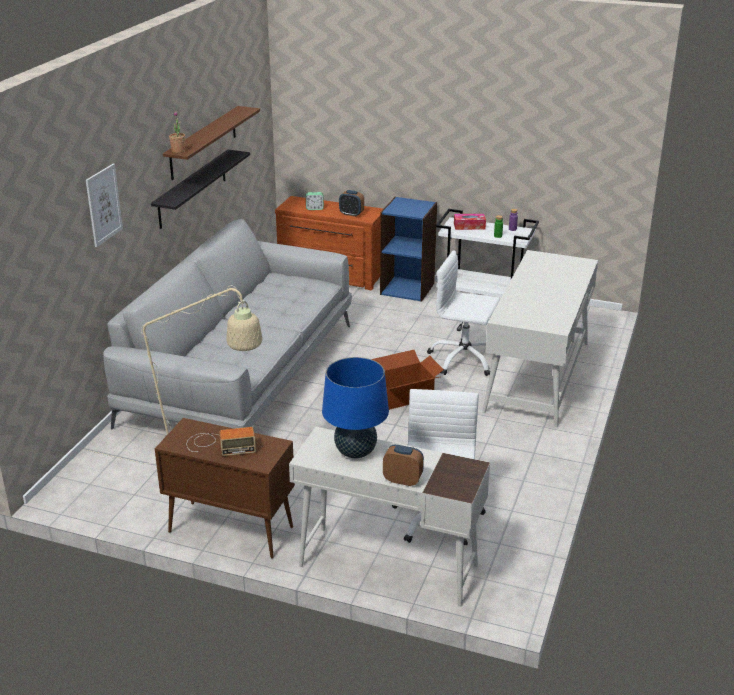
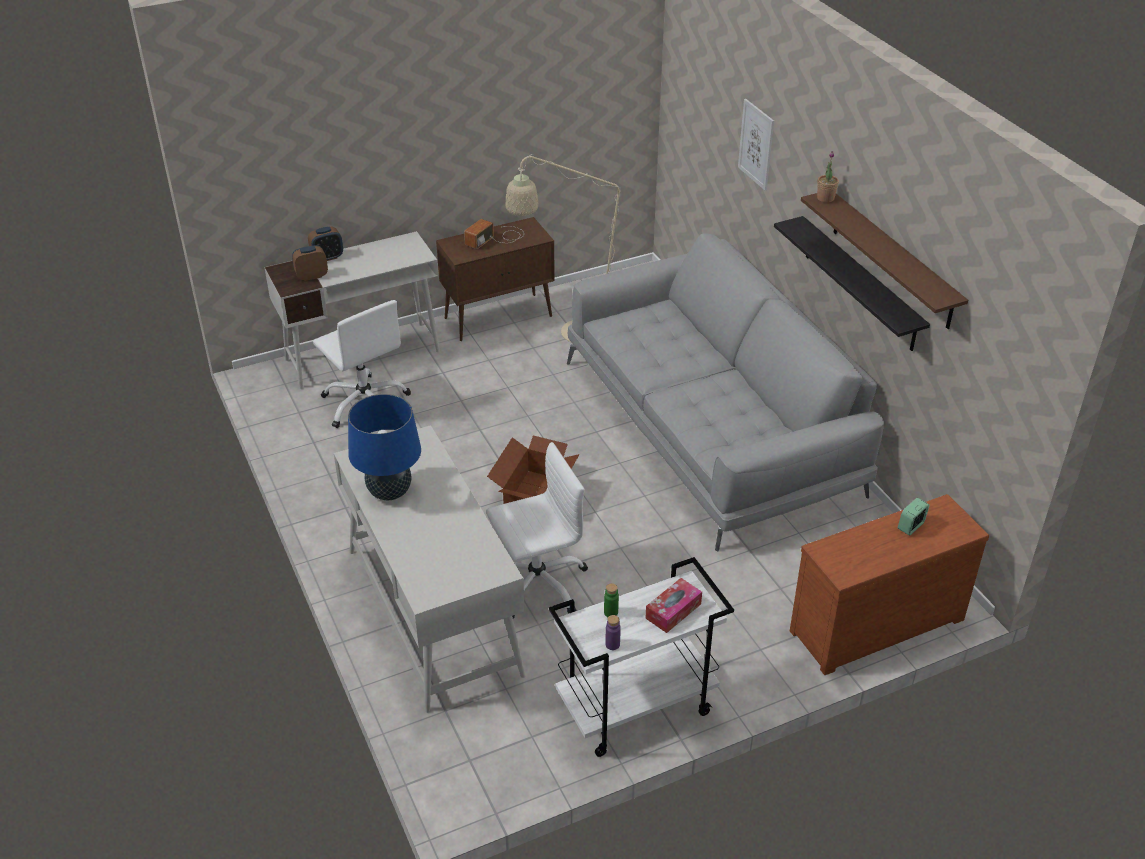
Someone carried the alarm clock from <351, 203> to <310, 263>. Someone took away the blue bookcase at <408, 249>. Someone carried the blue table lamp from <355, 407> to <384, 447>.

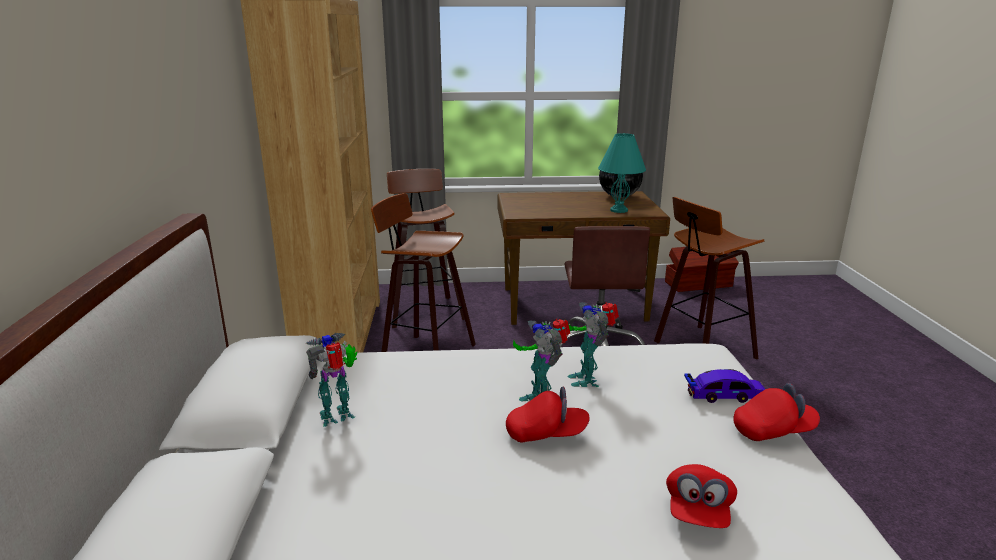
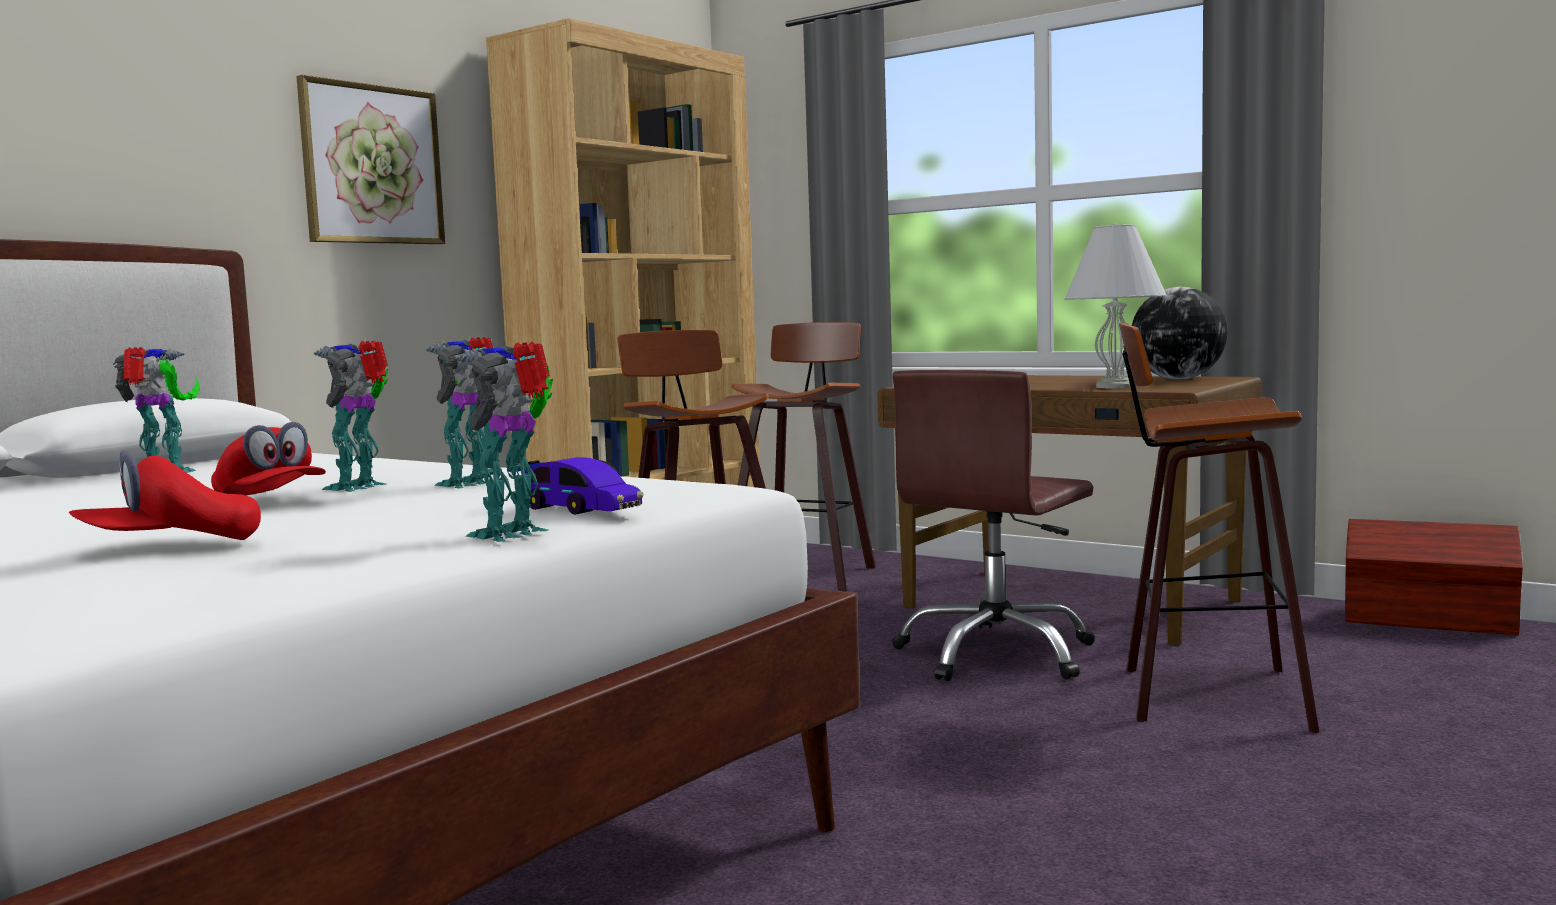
Someone repainted the turquoise table lamp at <622, 173>, which became the white table lamp at <1115, 305>. Someone swapped the red cap at <776, 412> for the toy robot at <504, 442>. Someone put up the picture at <370, 159>.

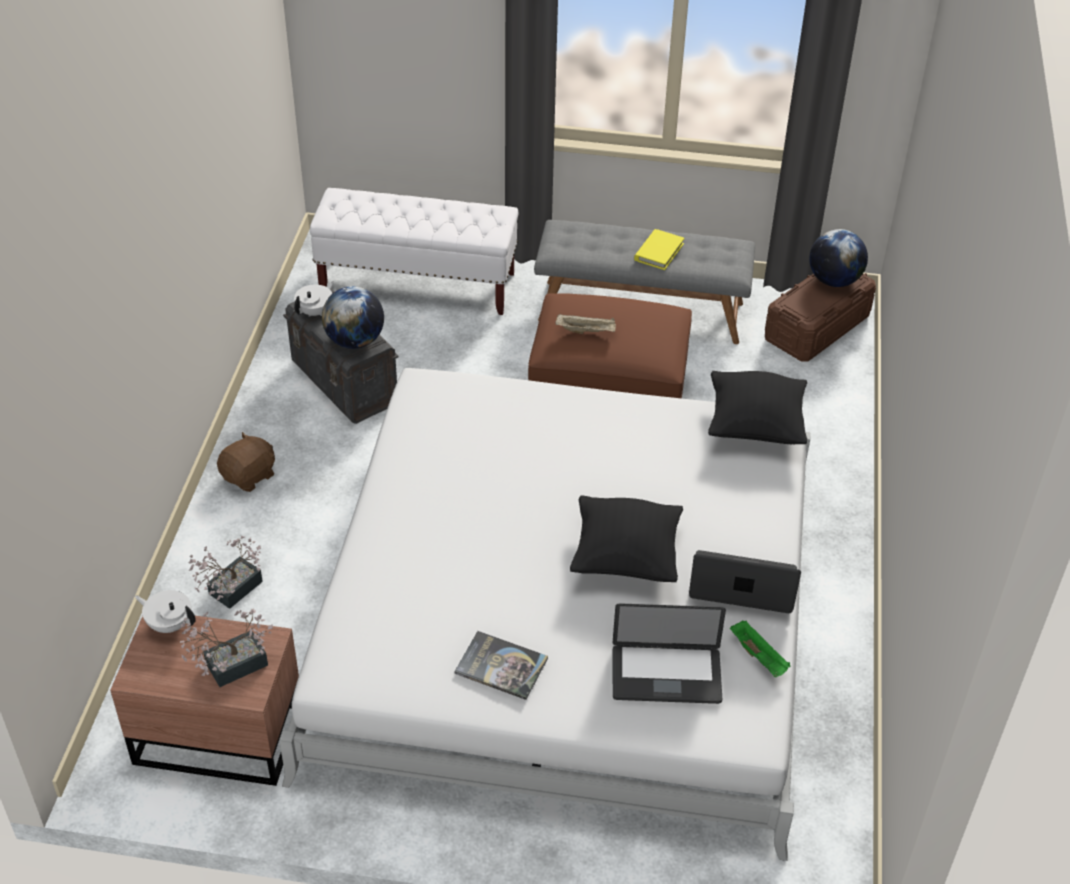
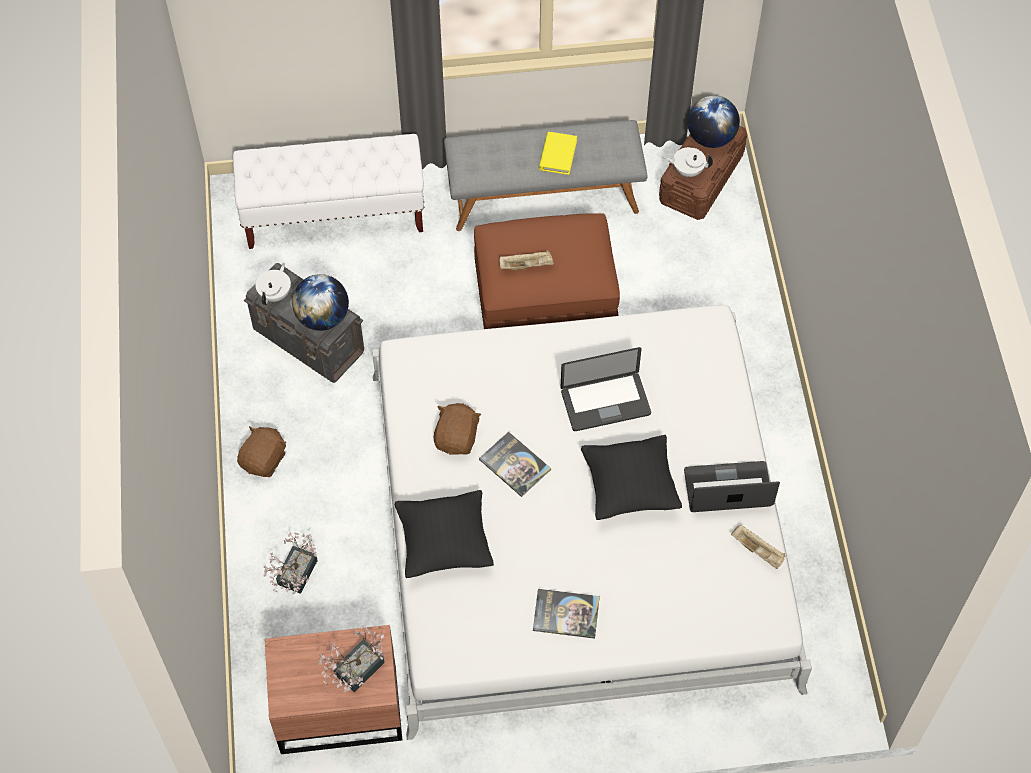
Someone carried the black pillow from <757, 407> to <444, 534>. Someone carried the white teapot from <165, 611> to <688, 162>. Someone carried the laptop from <669, 653> to <605, 389>. Someone repainted the green tray at <760, 648>, which became the beige tray at <758, 547>. Someone put down the brown plush toy at <457, 429>. Someone put down the book at <515, 464>.

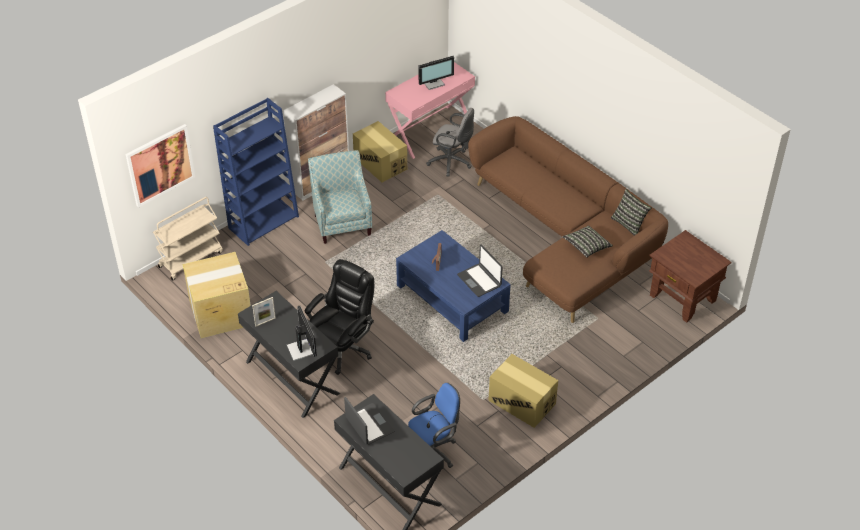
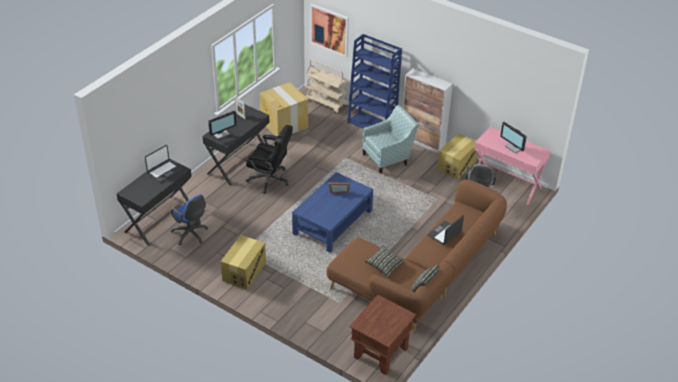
Someone carried the laptop from <480, 271> to <446, 230>.

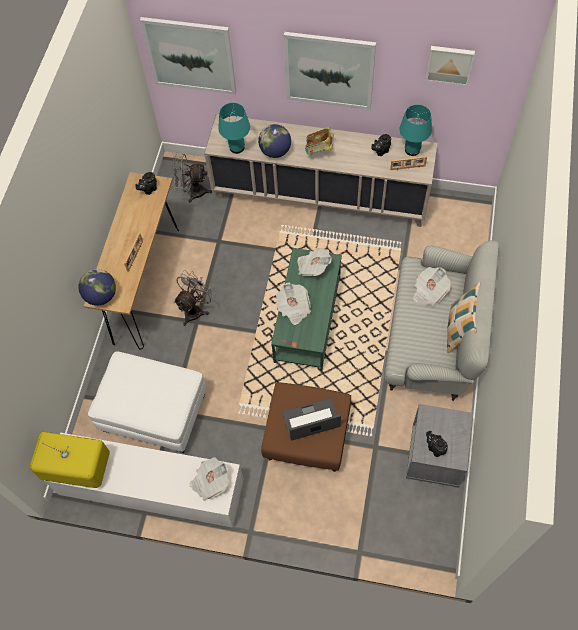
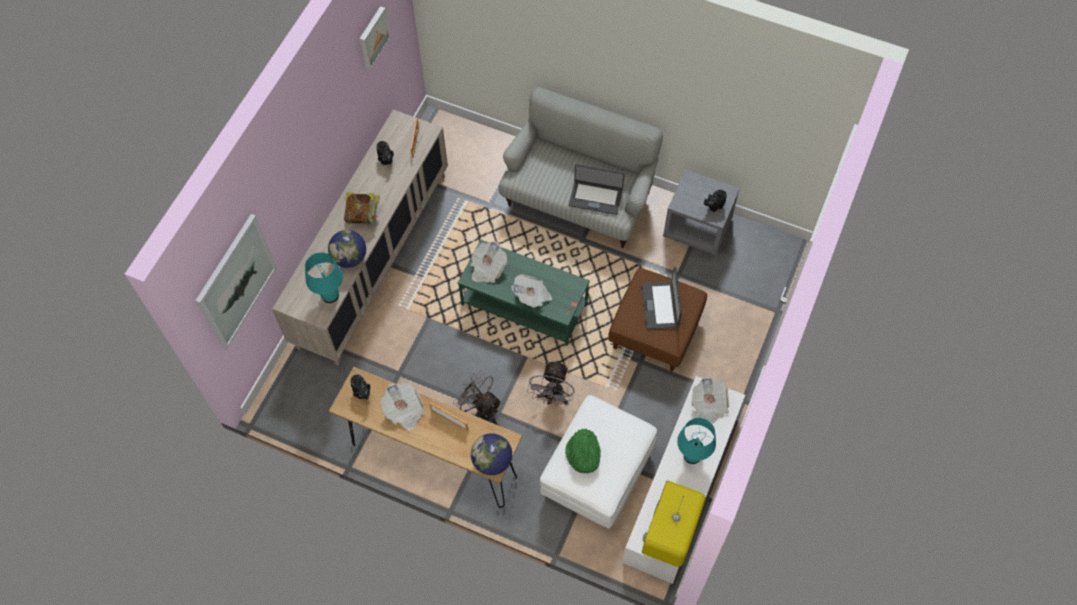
Someone took away the picture at <330, 71>. Someone carried the turquoise table lamp from <415, 130> to <696, 441>. Someone carried the grey fan from <192, 178> to <551, 383>. Someone carried the newspaper from <432, 286> to <403, 407>. Someone took away the pillow at <464, 317>. Someone put down the laptop at <596, 189>. Someone put down the green hat at <583, 450>.

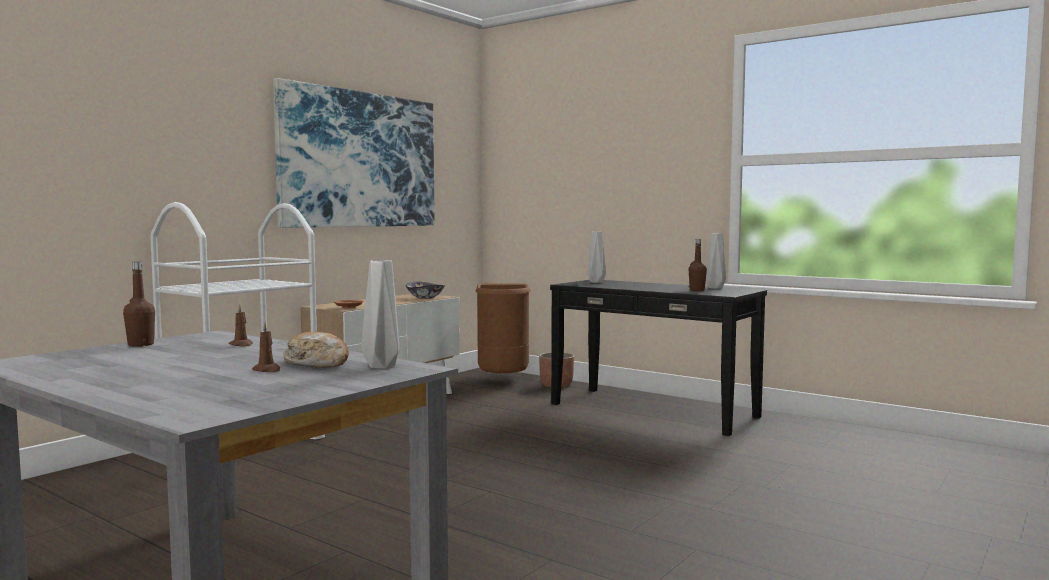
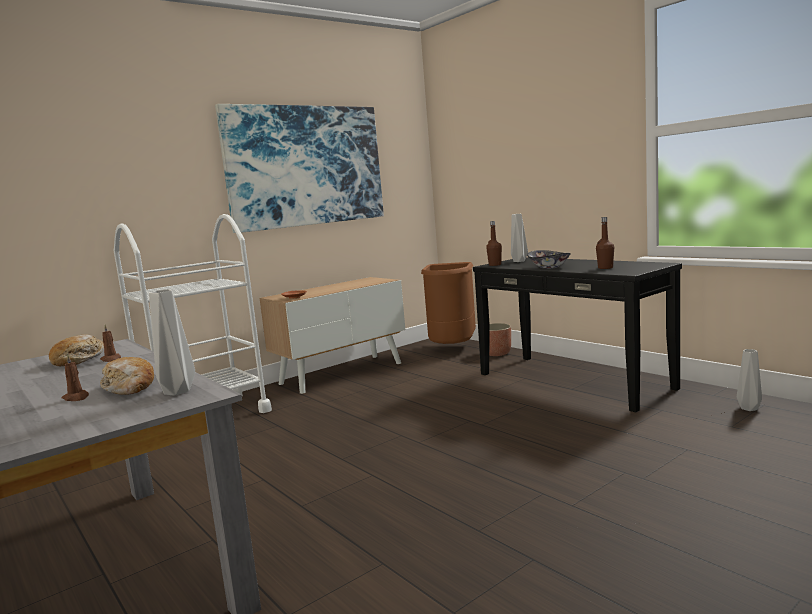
Someone carried the grey vase from <716, 261> to <749, 380>. Someone carried the brown bottle from <139, 304> to <494, 243>. Someone carried the bowl from <425, 290> to <549, 259>. Someone put down the bread at <76, 350>.

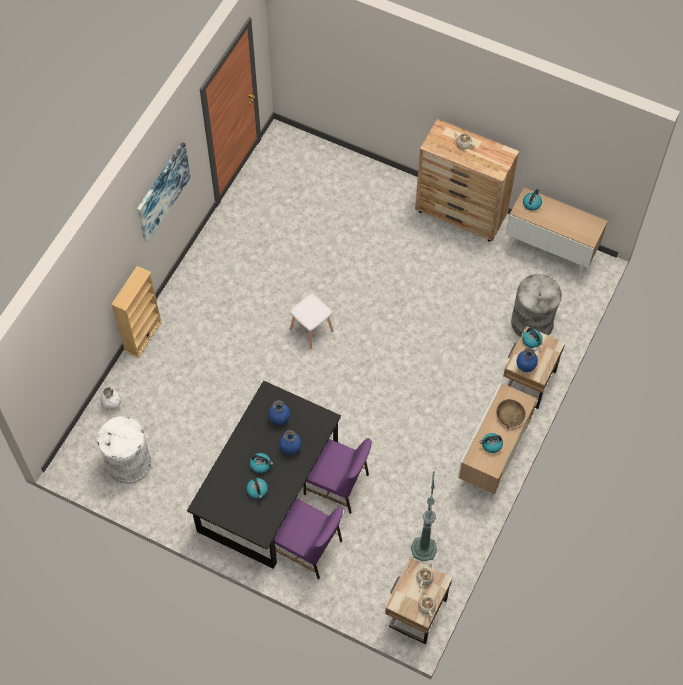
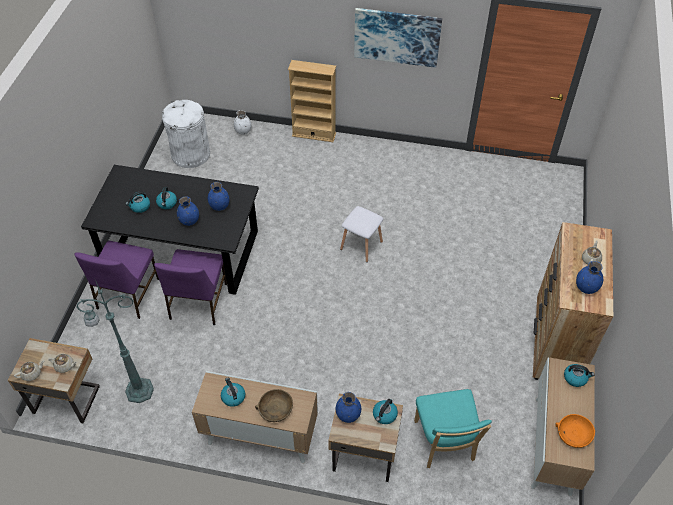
Someone swapped the grey trash can at <536, 305> for the turquoise chair at <453, 428>. Someone put down the blue vase at <589, 277>. Someone put down the orange bowl at <575, 431>.

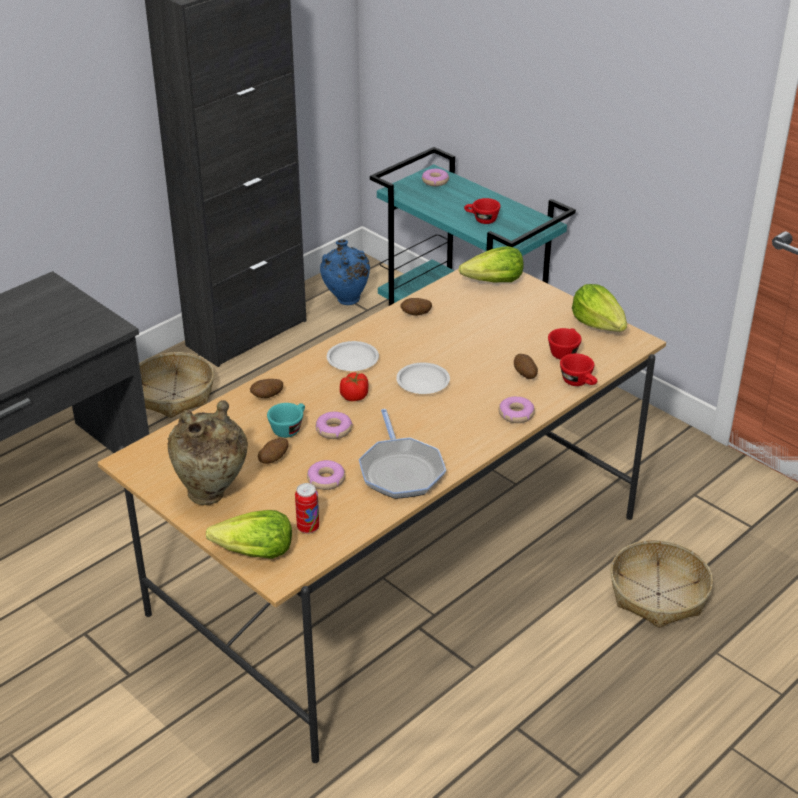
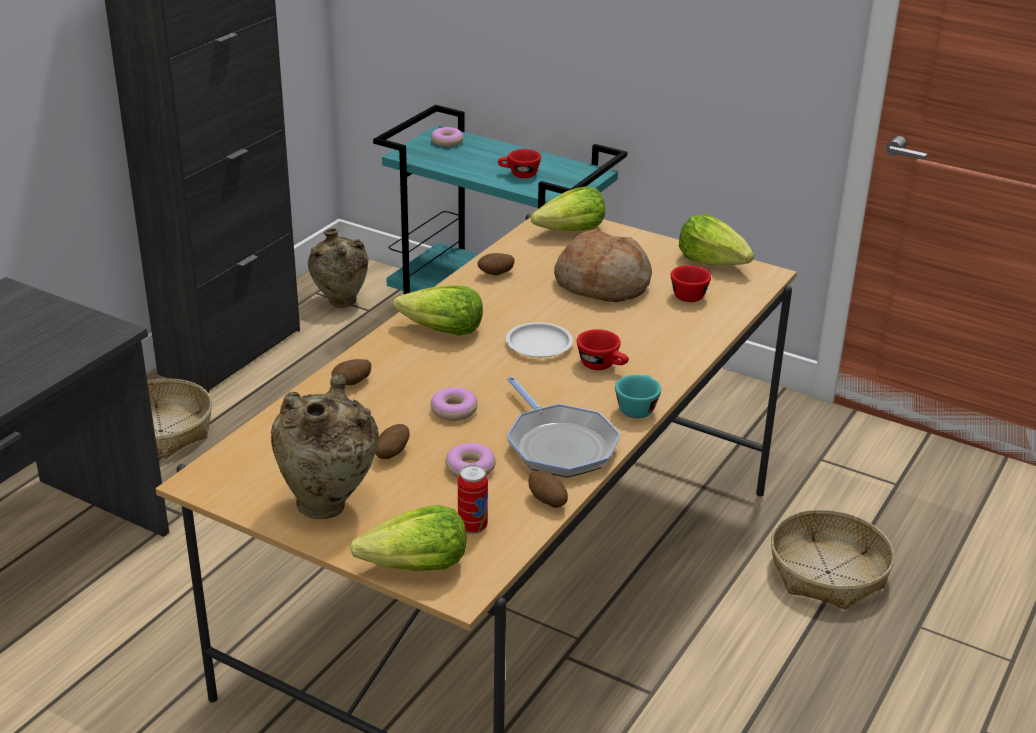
Someone repainted the blue vase at <345, 272>, which became the beige vase at <338, 268>. Someone swapped the white plate at <353, 356> for the lettuce at <438, 310>. Someone carried the red cup from <578, 369> to <603, 349>. Someone carried the potato from <526, 366> to <548, 489>. Someone took away the tomato at <354, 386>. Someone took away the donut at <517, 409>. Someone carried the turquoise cup from <286, 420> to <638, 396>. Someone put down the bread at <603, 265>.

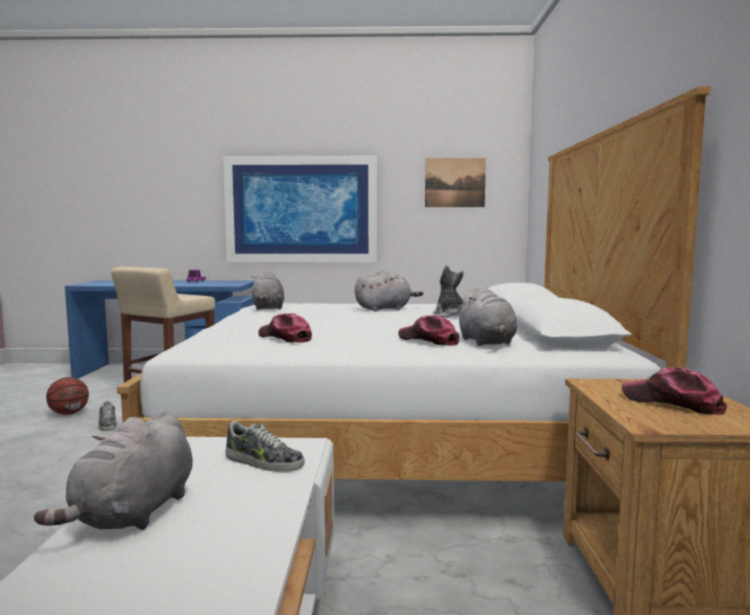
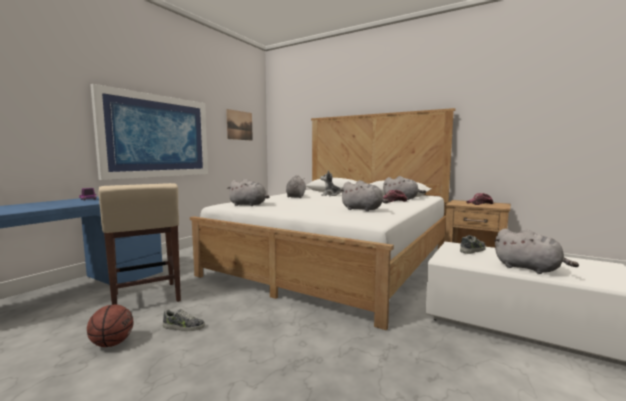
Someone swapped the cap at <285, 328> for the grey plush toy at <364, 195>.

